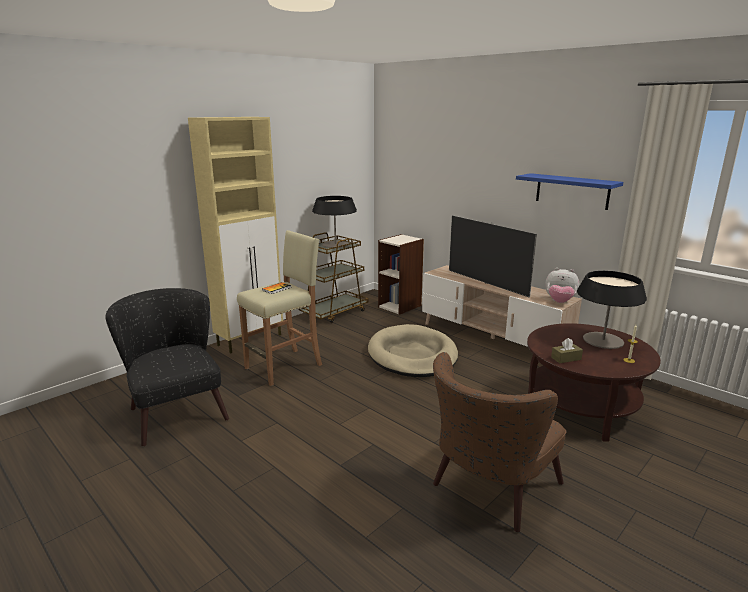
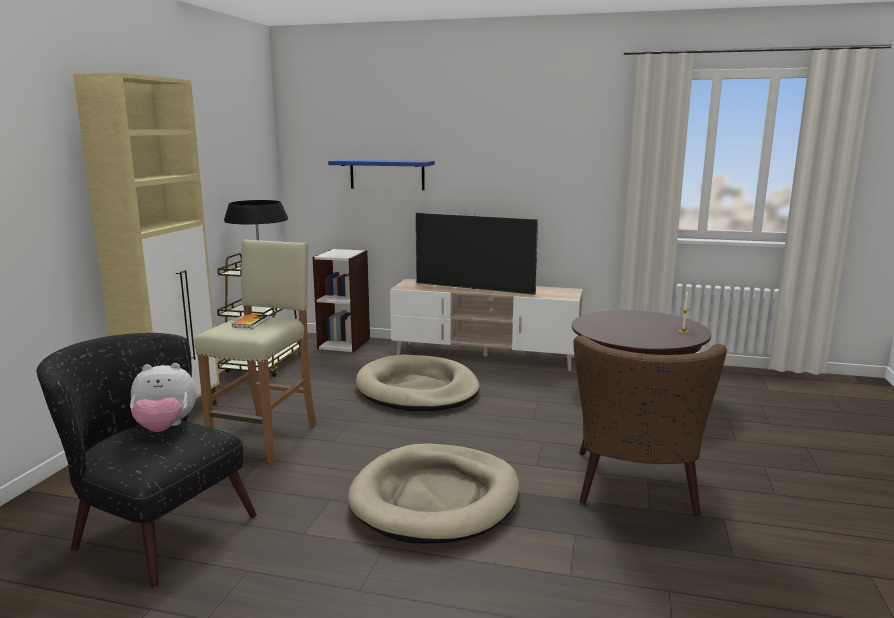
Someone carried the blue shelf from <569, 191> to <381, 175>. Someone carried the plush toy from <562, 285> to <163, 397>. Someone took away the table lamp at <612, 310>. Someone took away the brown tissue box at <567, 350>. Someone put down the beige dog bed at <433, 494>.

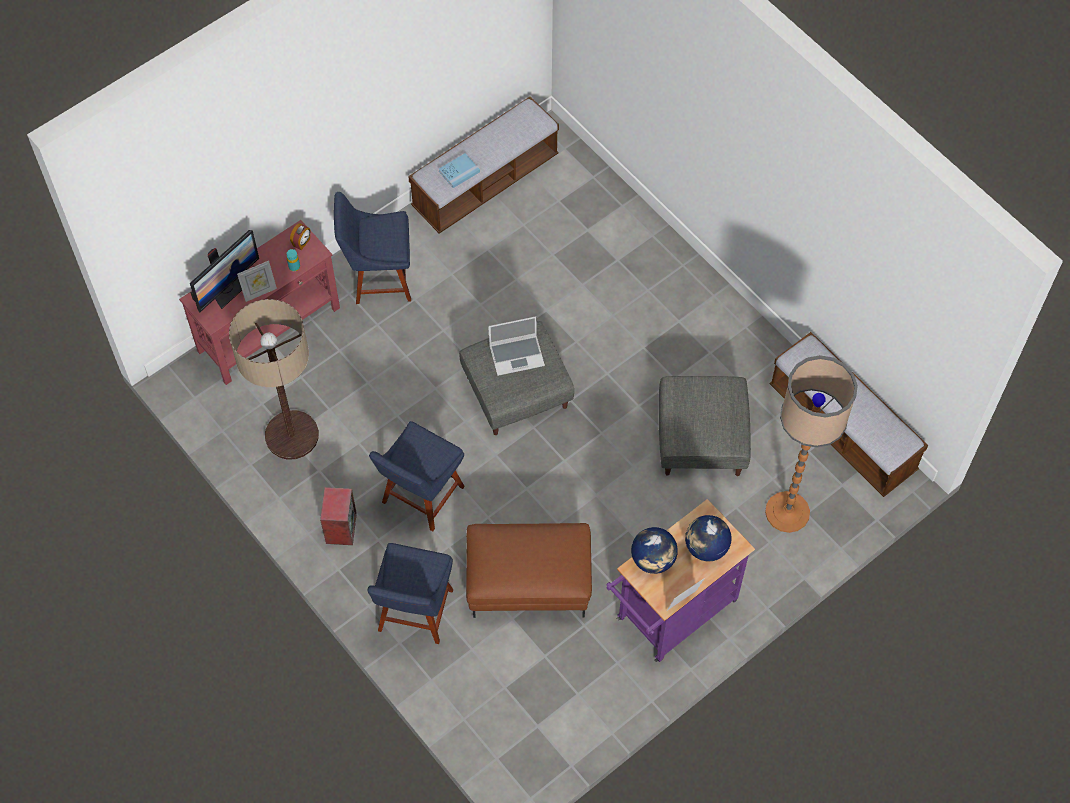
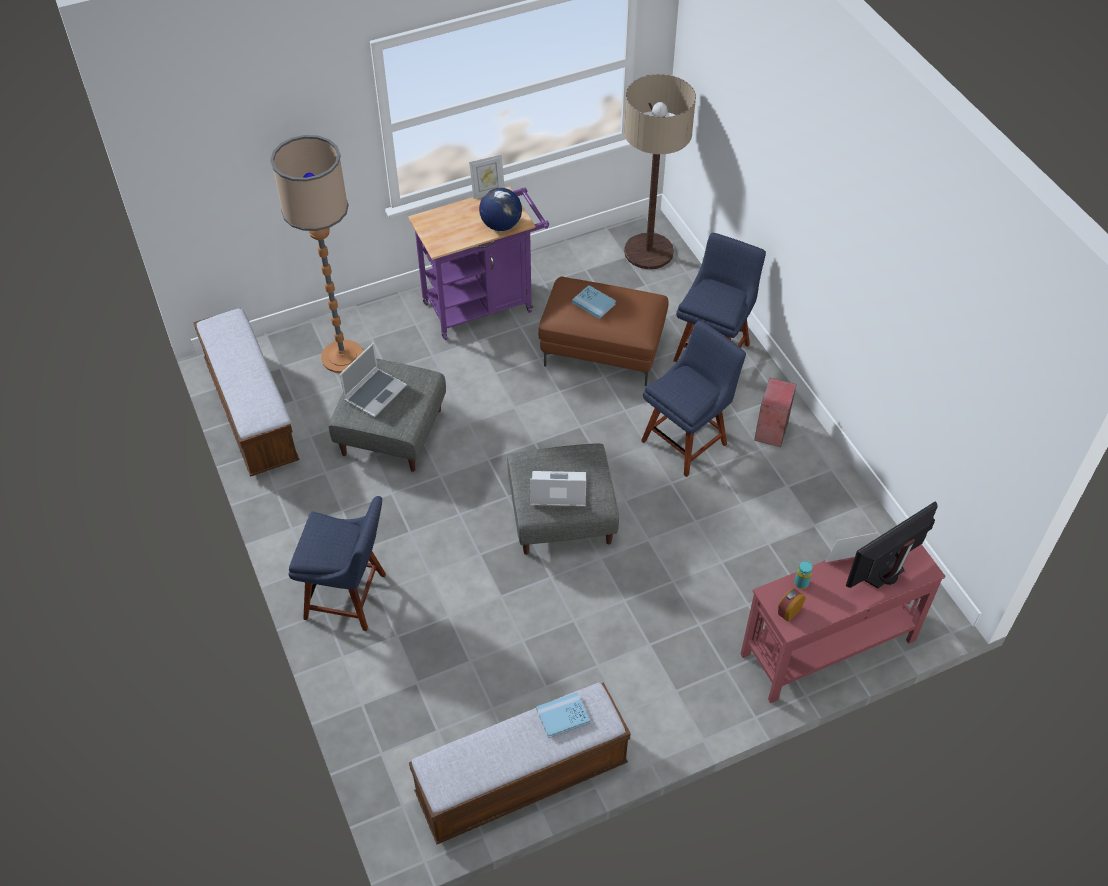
Someone carried the blue chair from <372, 248> to <337, 563>. Someone carried the floor lamp from <274, 379> to <660, 171>. Someone took away the globe at <708, 538>. Someone put down the blue book at <594, 302>. Someone put down the laptop at <373, 380>.

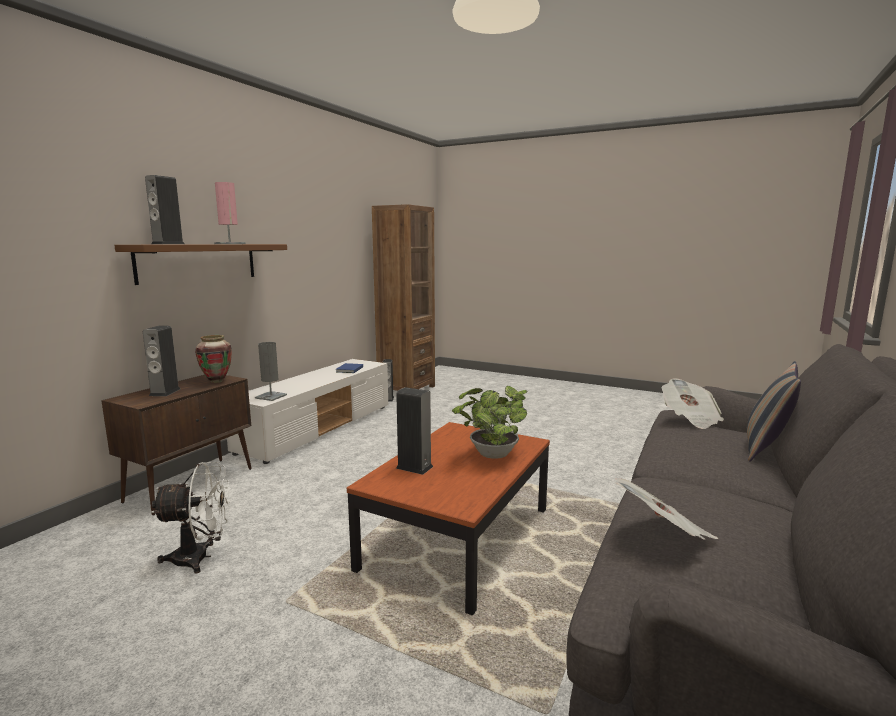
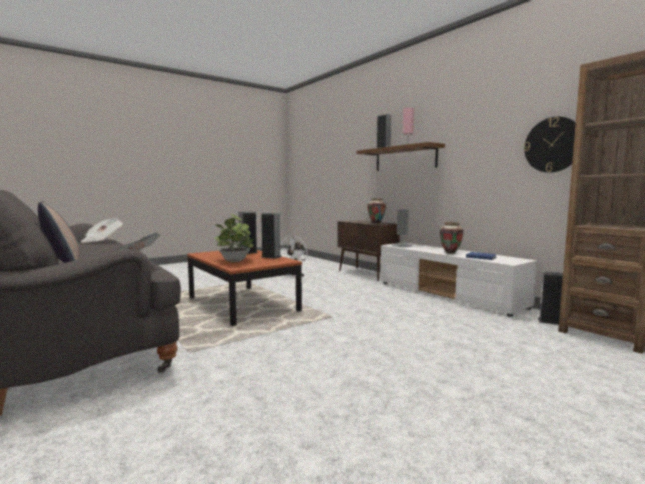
Someone carried the speaker from <161, 361> to <271, 236>. Someone put up the wall clock at <550, 145>. Someone put down the vase at <451, 238>.

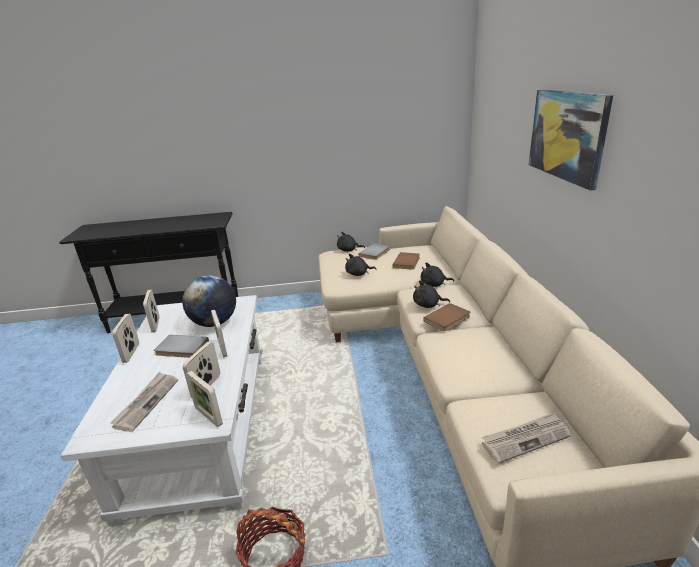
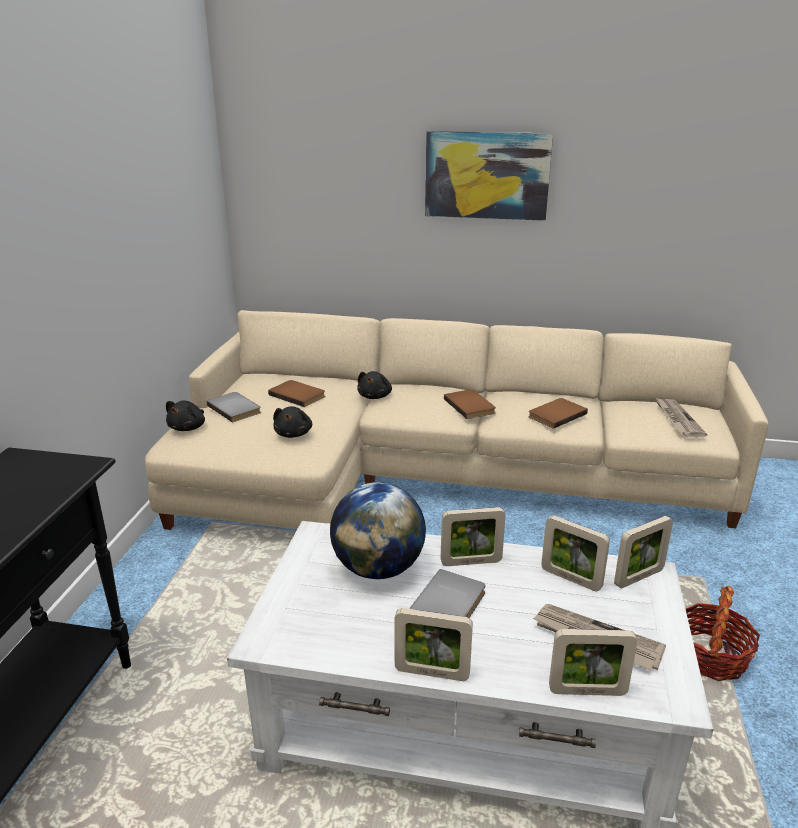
Someone took away the black plush toy at <431, 294>. Someone carried the picture frame from <151, 310> to <593, 662>. Someone put down the brown book at <558, 413>.

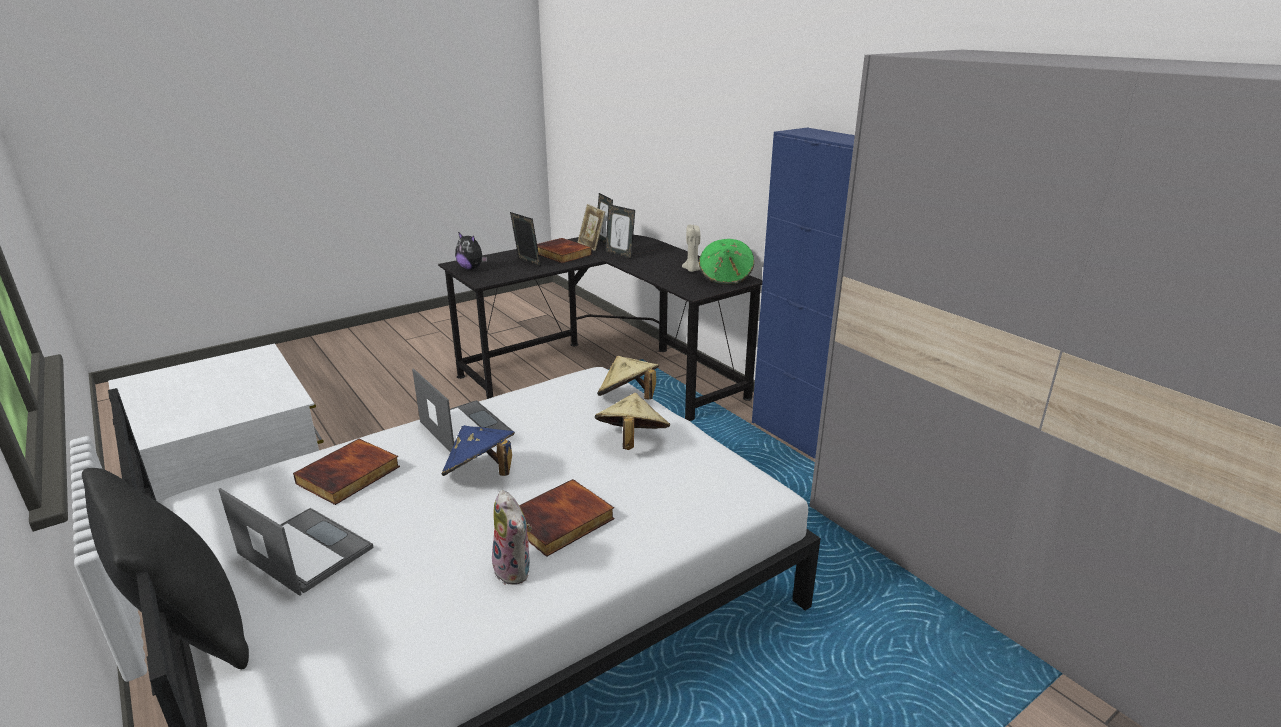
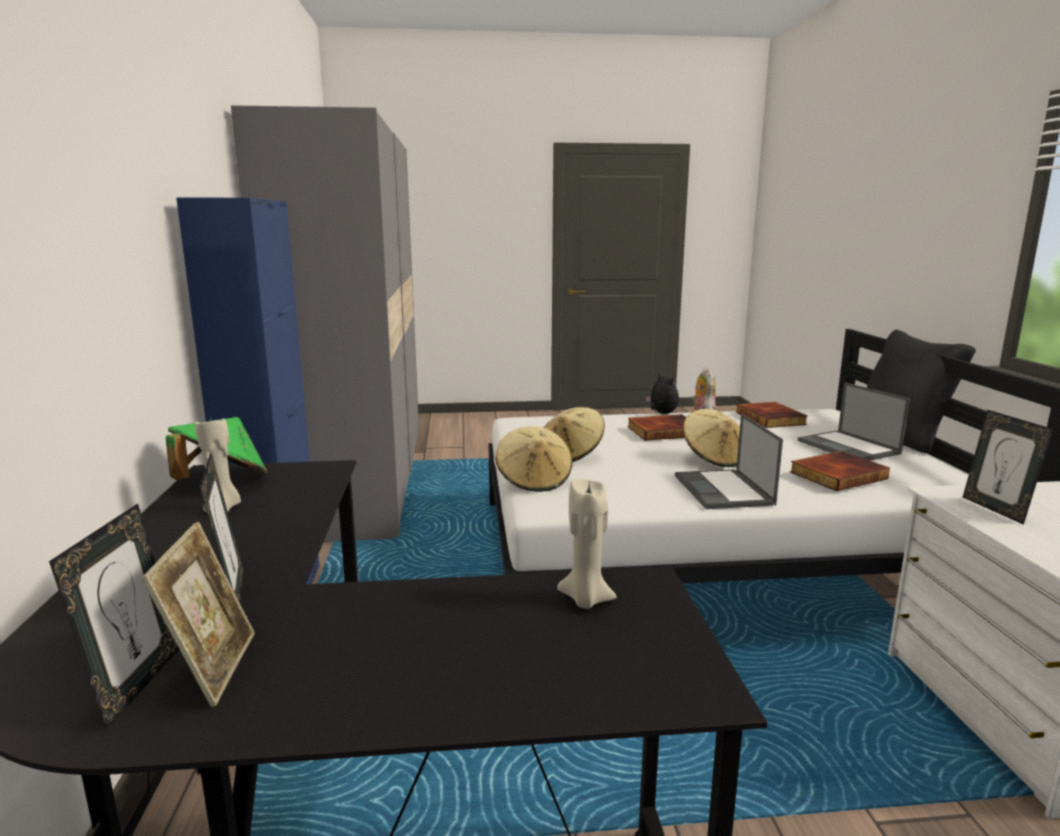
Someone carried the picture frame from <525, 239> to <1008, 467>. Someone carried the plush toy from <471, 251> to <662, 393>. Someone carried the book from <564, 250> to <771, 415>. Someone repainted the blue hat at <478, 450>, which became the beige hat at <711, 438>. Someone put down the beige candle at <587, 544>.

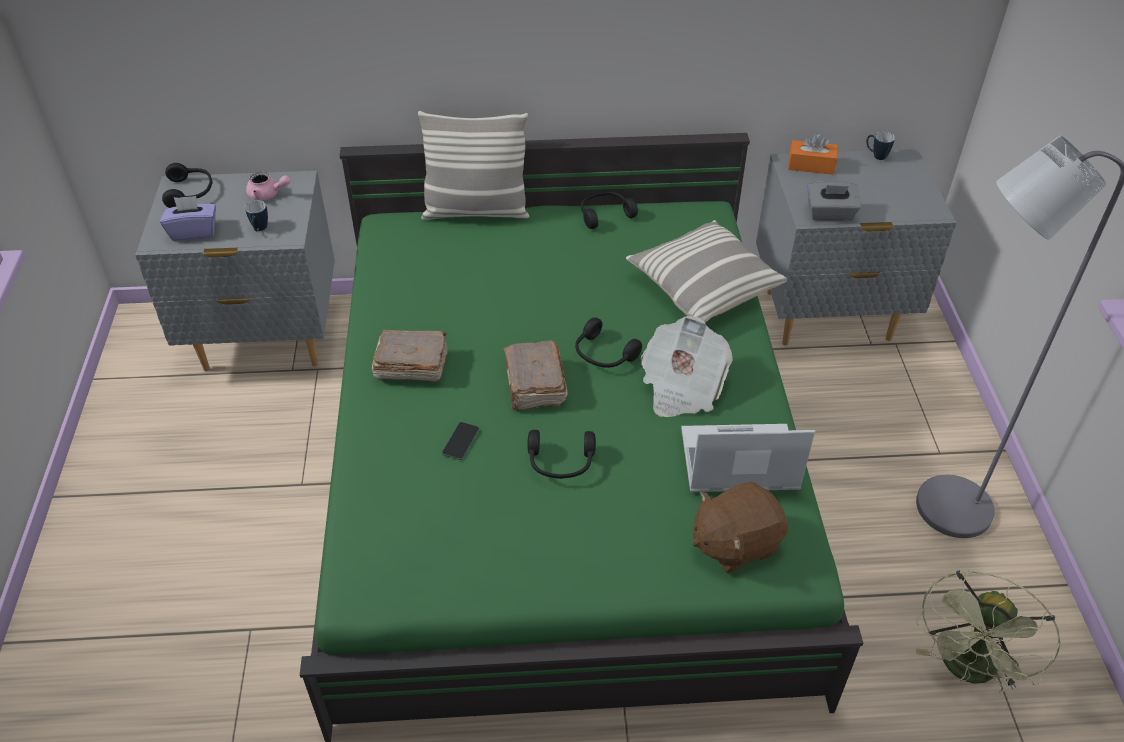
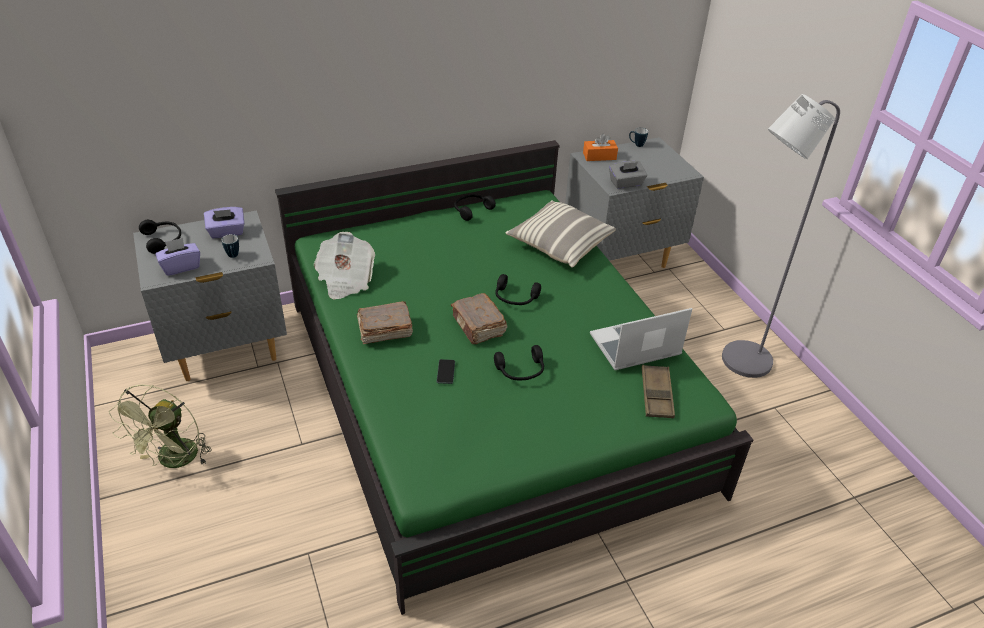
Someone took away the pillow at <474, 165>. Someone swapped the pink teapot at <268, 186> for the purple tissue box at <224, 222>. Someone carried the newspaper from <686, 366> to <344, 265>. Someone swapped the brown plush toy at <740, 527> for the brown tray at <658, 391>. Someone carried the green fan from <988, 631> to <160, 426>.

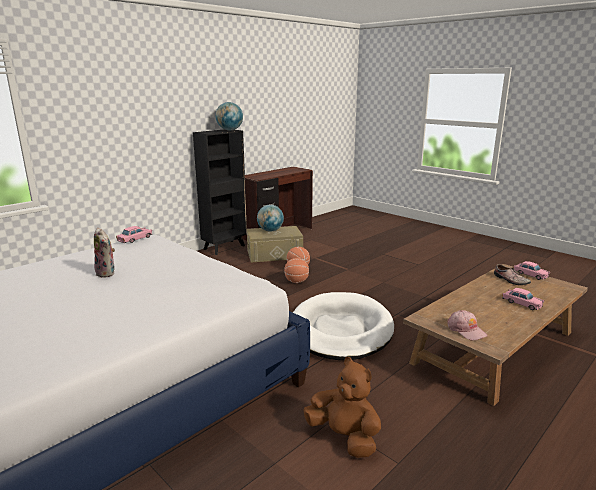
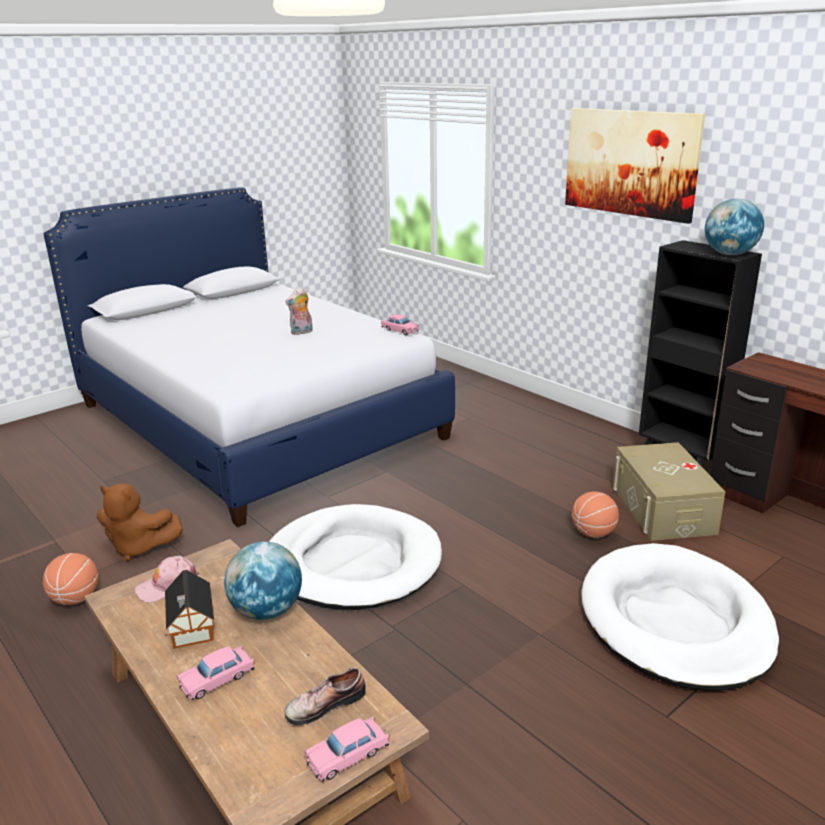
Someone carried the globe from <270, 218> to <263, 581>. Someone carried the basketball from <296, 270> to <70, 579>. Someone rotated the brown plush toy at <342, 407> by 60 degrees clockwise. Someone put up the picture at <635, 166>. Someone put down the white dog bed at <680, 617>. Someone put down the toy house at <189, 609>.

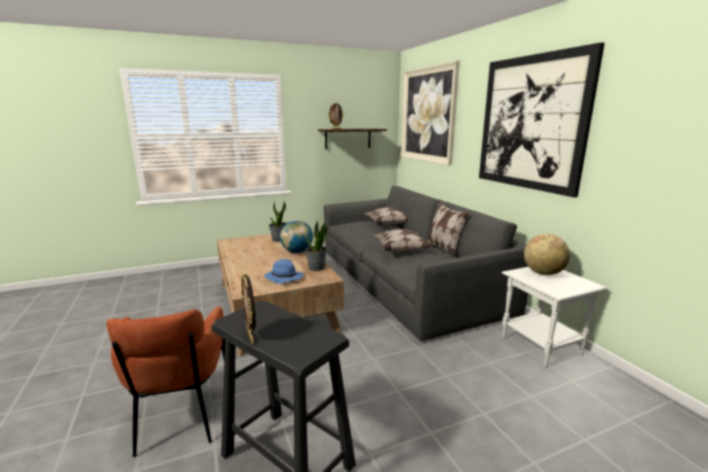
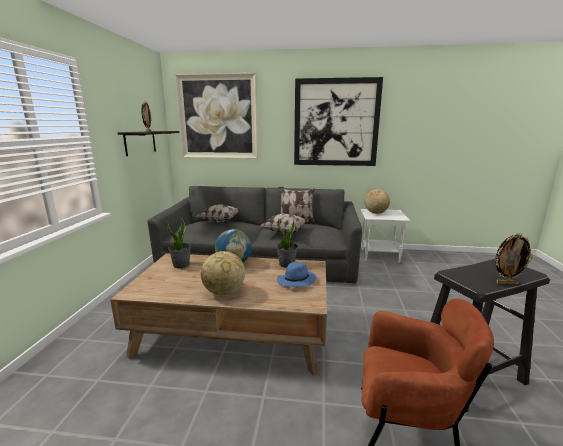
Someone put down the globe at <223, 273>.

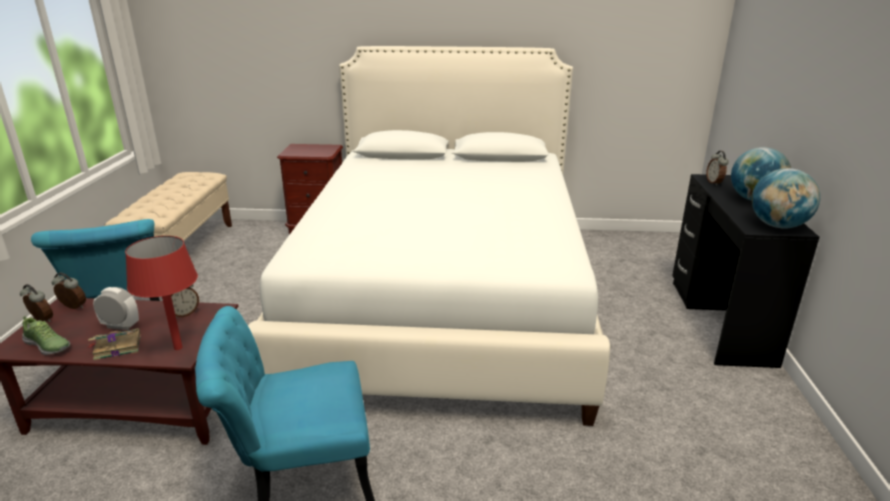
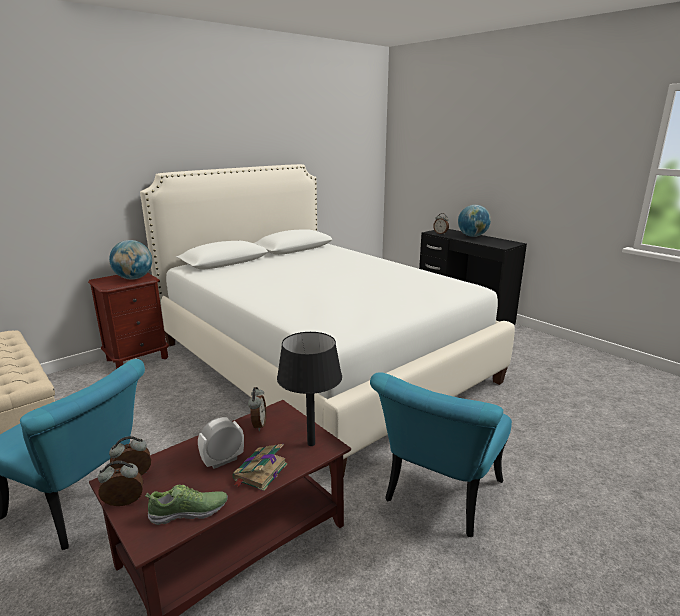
Someone carried the globe from <786, 198> to <130, 260>. Someone repainted the red table lamp at <161, 293>, which became the black table lamp at <309, 389>.

